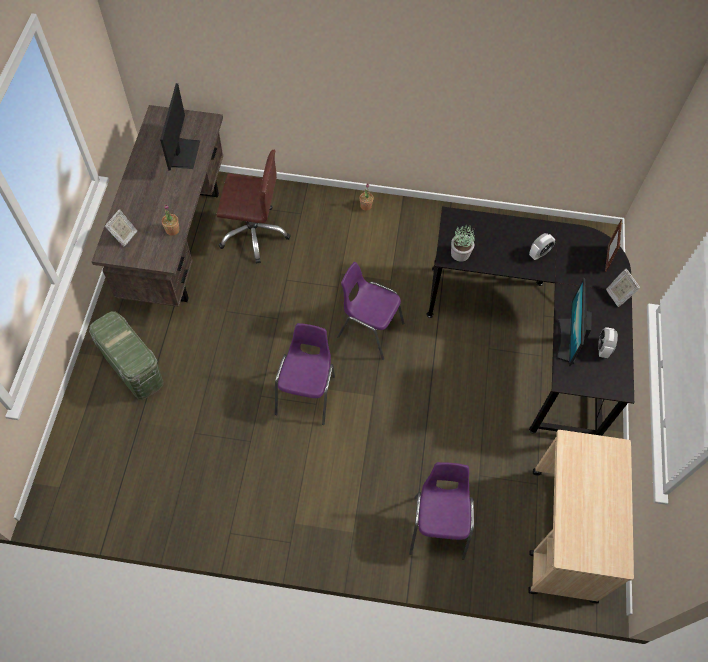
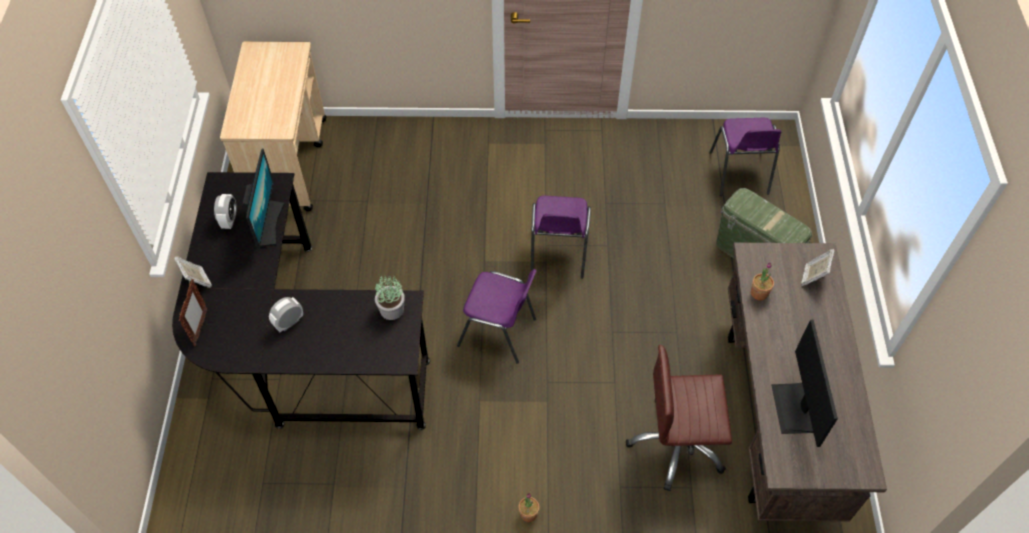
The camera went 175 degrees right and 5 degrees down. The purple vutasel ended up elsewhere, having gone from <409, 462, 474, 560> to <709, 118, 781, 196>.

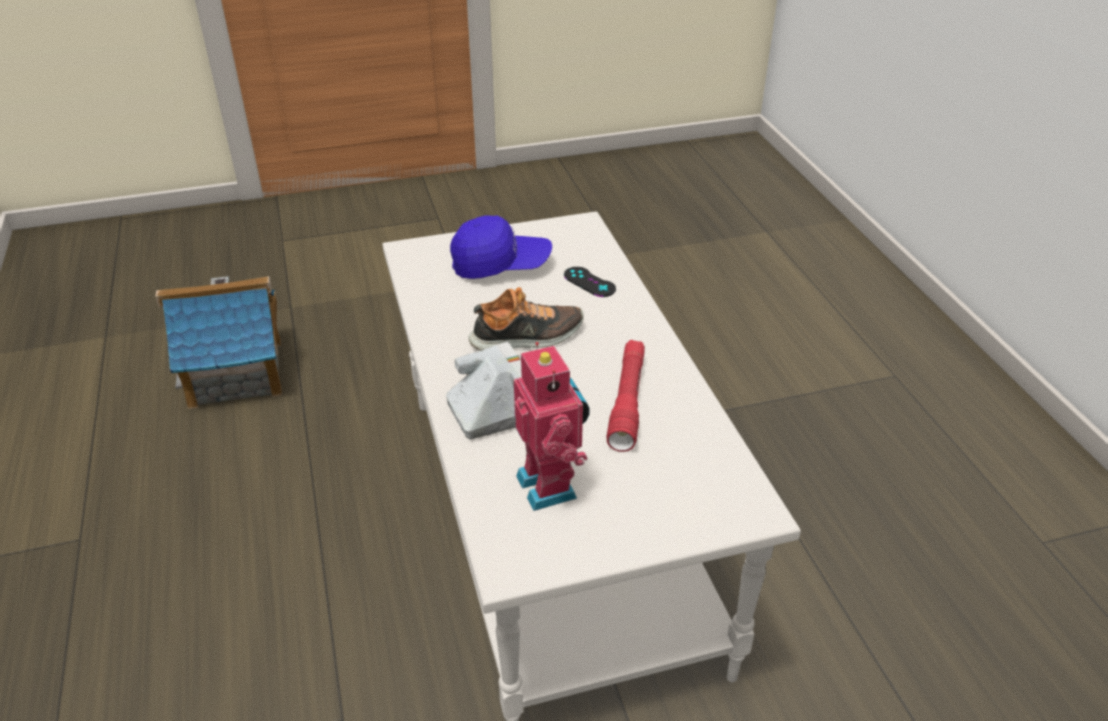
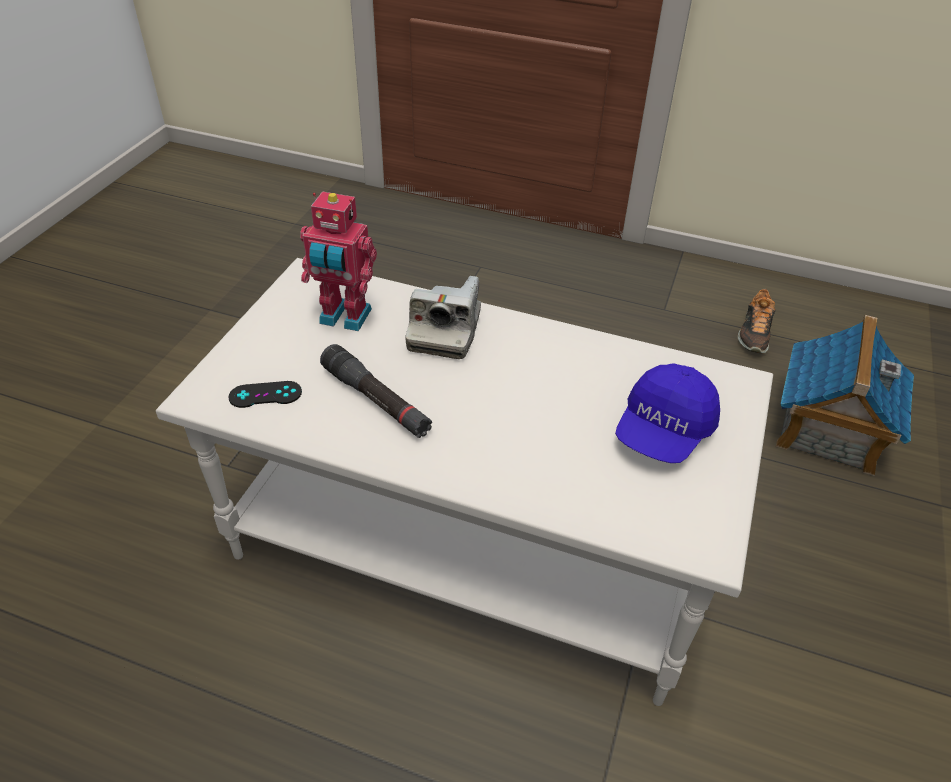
The camera went 125 degrees right and 5 degrees up. The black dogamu ended up elsewhere, having gone from <564, 267, 616, 297> to <228, 381, 302, 408>. What was the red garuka at <606, 340, 645, 452> turned into the black garuka at <320, 344, 432, 438>. The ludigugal ended up elsewhere, having gone from <468, 287, 584, 351> to <737, 289, 776, 354>.

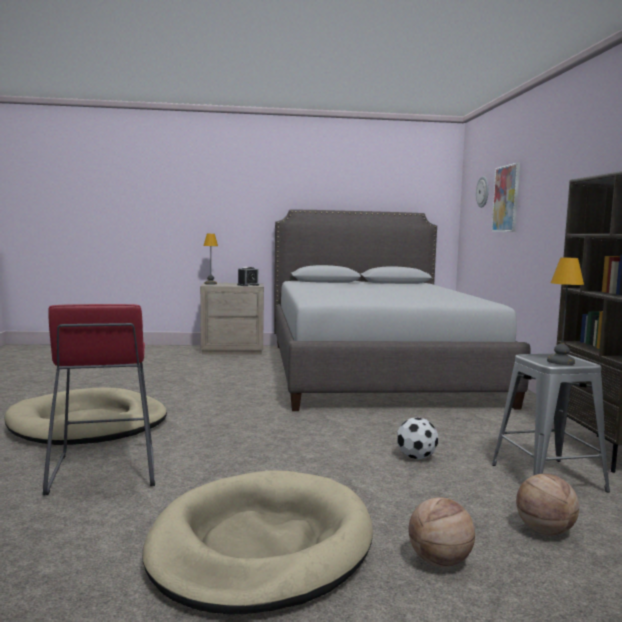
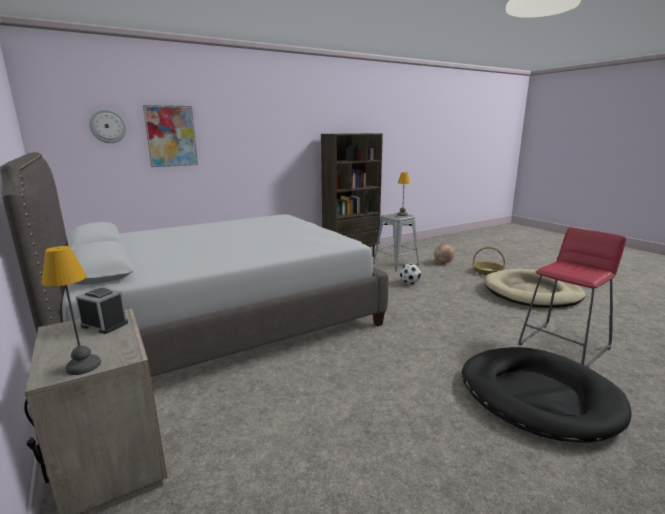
The camera went 115 degrees left and 10 degrees up. What was the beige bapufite at <4, 387, 167, 445> turned into the black bapufite at <461, 347, 632, 443>. Where the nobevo stood at <409, 497, 475, 567>, the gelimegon came to stand at <473, 247, 505, 275>.

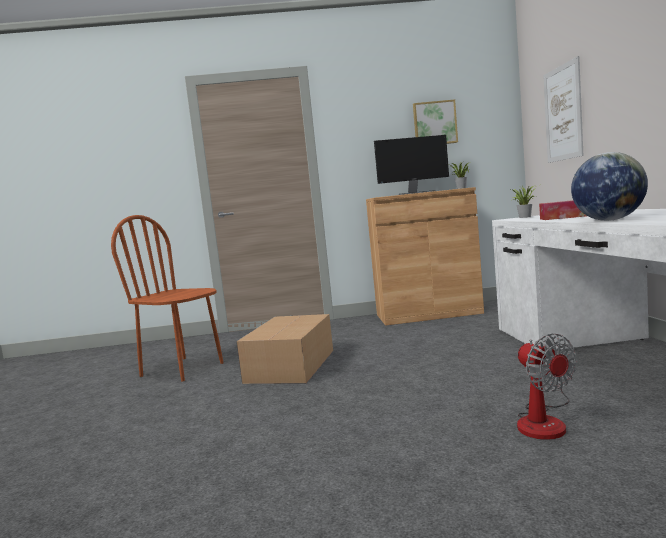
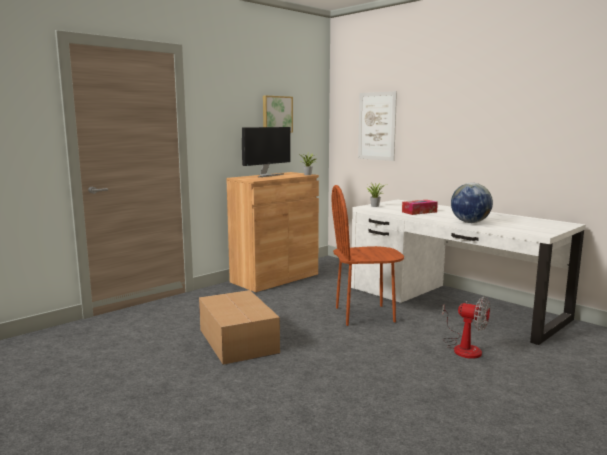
The camera went 40 degrees left and 5 degrees up. The brown vutasel ended up elsewhere, having gone from <111, 215, 224, 382> to <332, 185, 404, 326>.

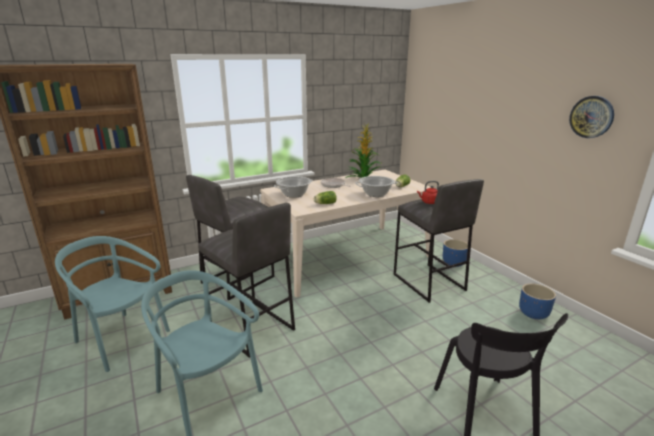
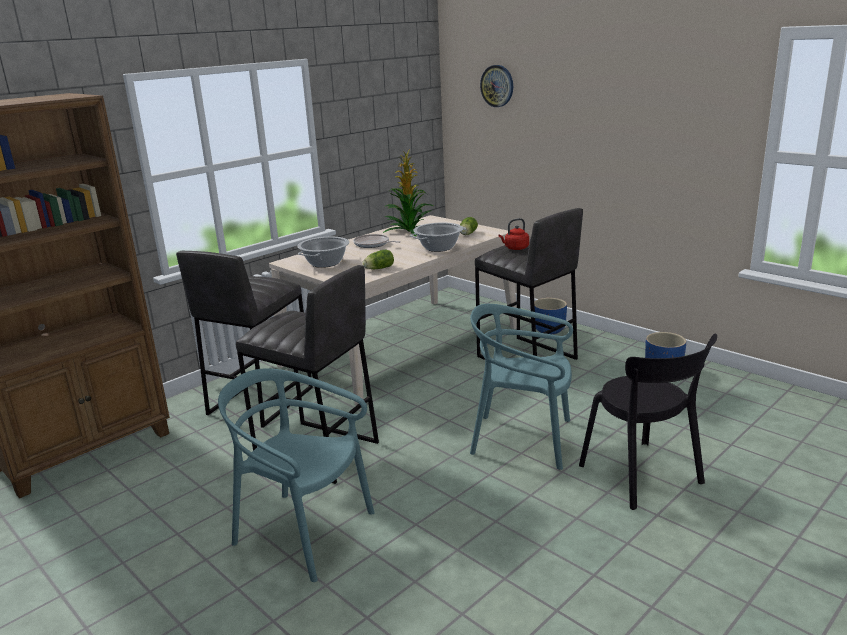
The camera went 15 degrees left and 0 degrees up. The turquoise vutasel ended up elsewhere, having gone from <55, 236, 170, 372> to <470, 304, 573, 470>. The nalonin ended up elsewhere, having gone from <569, 96, 614, 138> to <480, 65, 513, 107>.

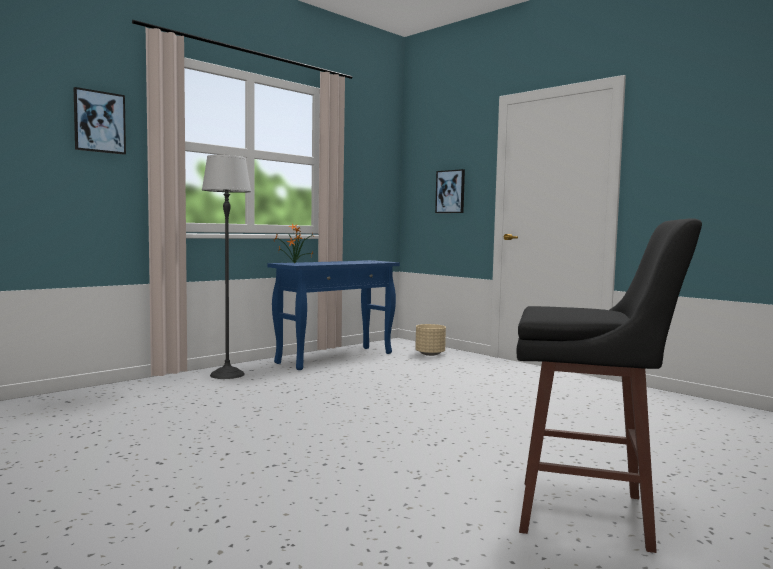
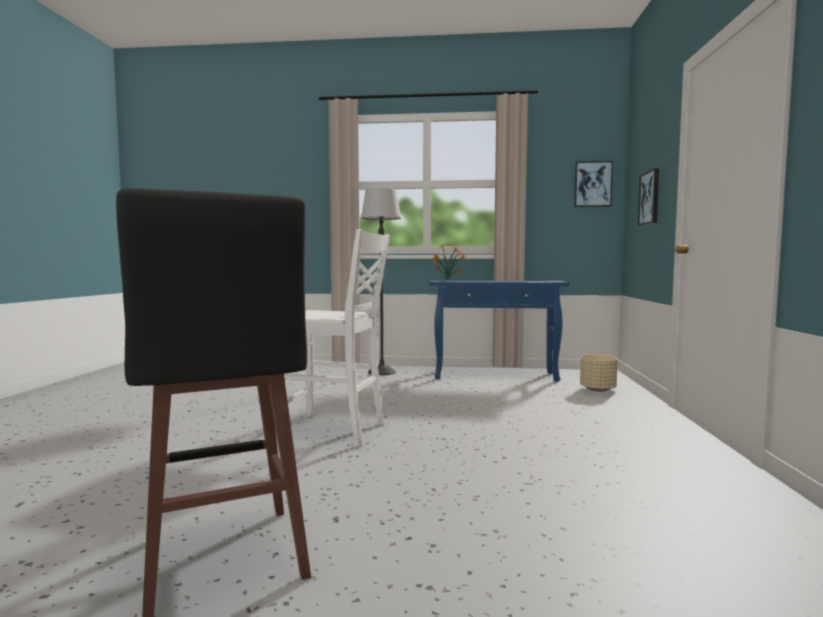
The camera went 50 degrees right and 0 degrees up. The second view gained the white vutasel at <276, 229, 390, 446>. The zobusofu ended up elsewhere, having gone from <74, 87, 126, 154> to <574, 161, 613, 207>.

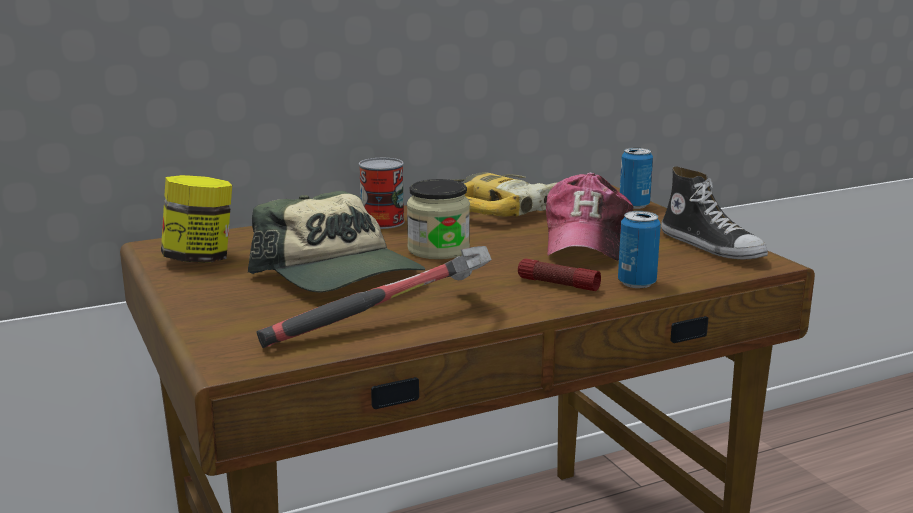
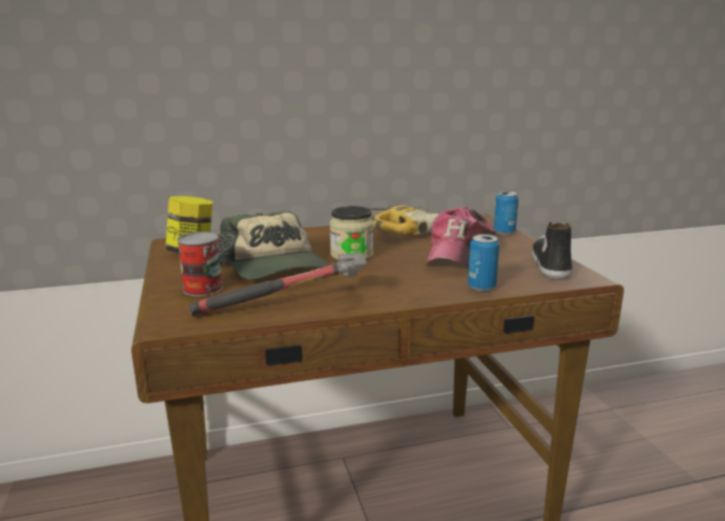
The camera went 10 degrees right and 0 degrees up. The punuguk ended up elsewhere, having gone from <359, 158, 405, 229> to <177, 232, 223, 296>. The ludigugal at <661, 166, 768, 259> ended up facing another way, 150 degrees counterclockwise from before. The second view lost the garuka at <518, 258, 601, 291>.

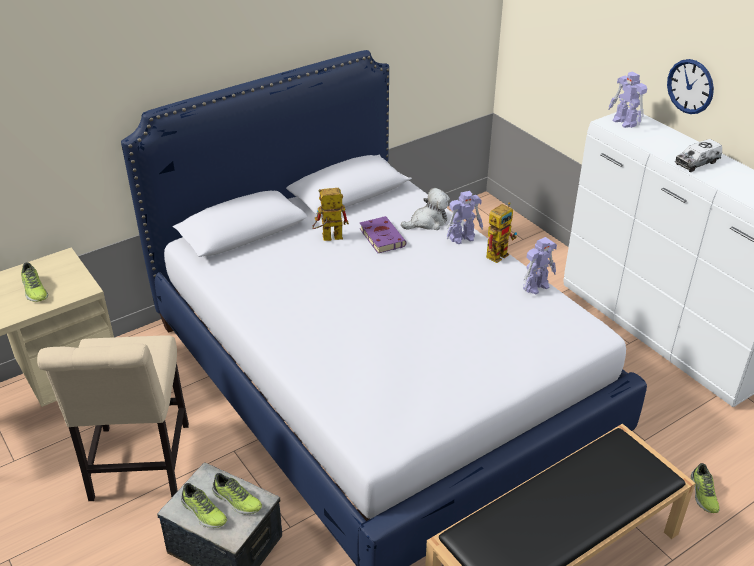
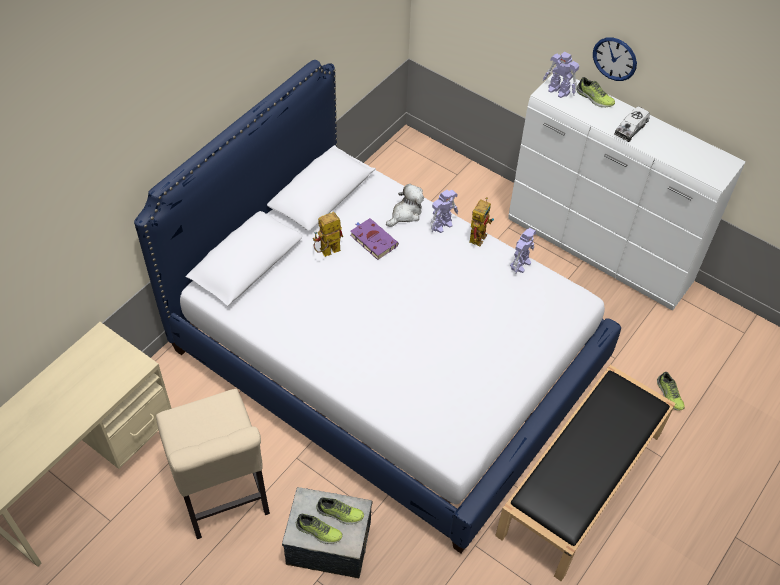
The camera went 20 degrees left and 15 degrees up. The ludigugal ended up elsewhere, having gone from <21, 262, 48, 302> to <576, 77, 615, 107>.

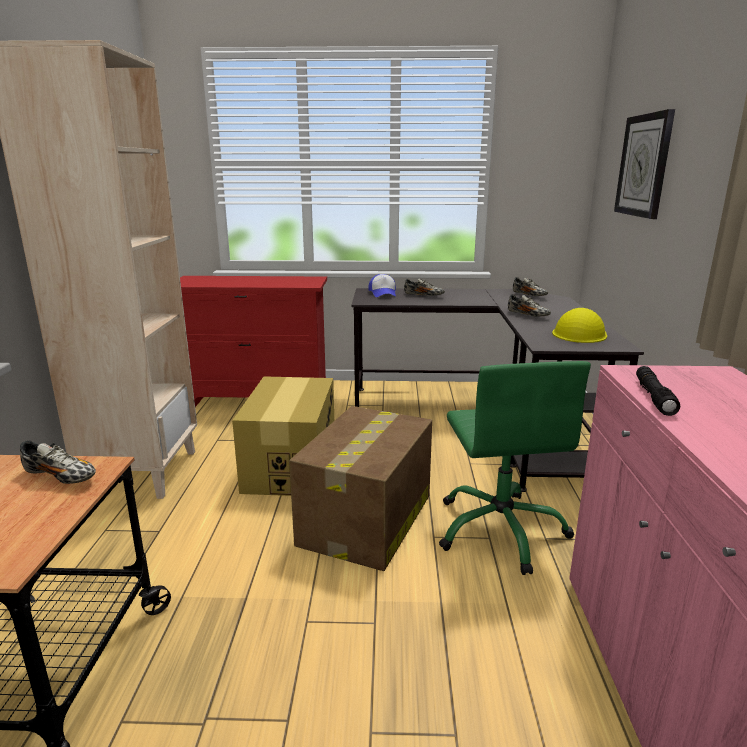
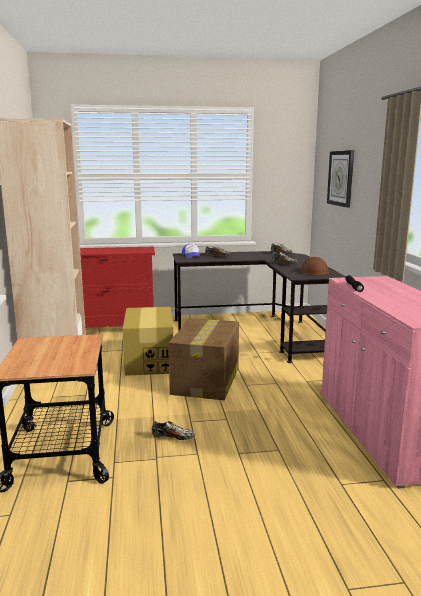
The camera went 10 degrees left and 5 degrees down. The ludigugal ended up elsewhere, having gone from <20, 440, 96, 484> to <152, 421, 194, 440>. What was the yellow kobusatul at <552, 308, 607, 343> turned into the brown kobusatul at <300, 257, 329, 275>. The second view lost the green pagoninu at <439, 361, 591, 575>.

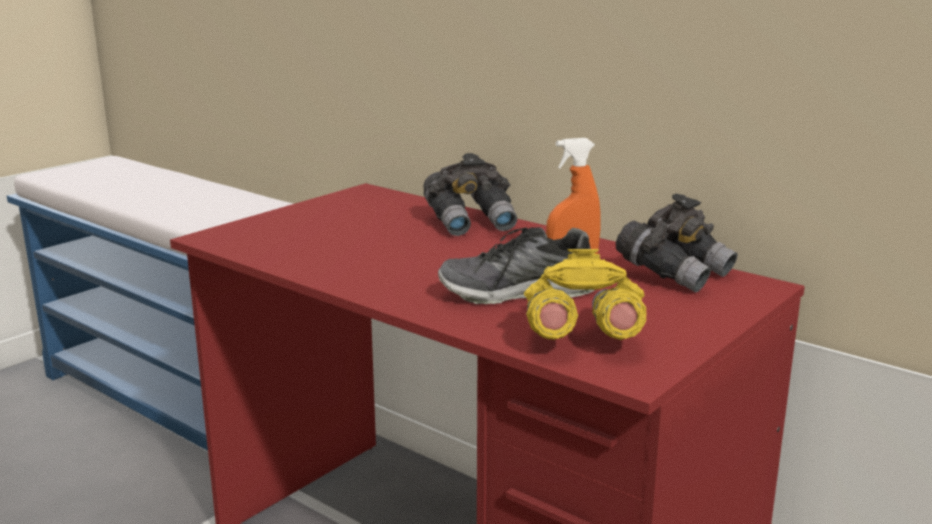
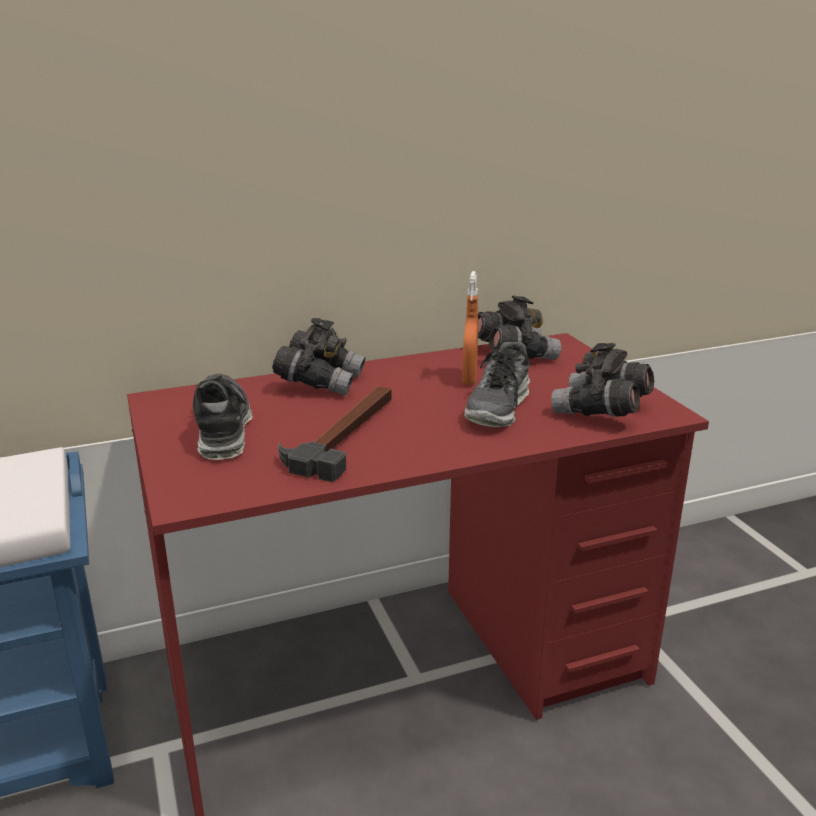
The camera went 60 degrees left and 5 degrees up. The second view gained the ludigugal at <193, 374, 253, 460>. The second view gained the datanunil at <278, 386, 392, 482>. What was the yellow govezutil at <524, 249, 647, 340> turned into the grey govezutil at <551, 343, 654, 417>.

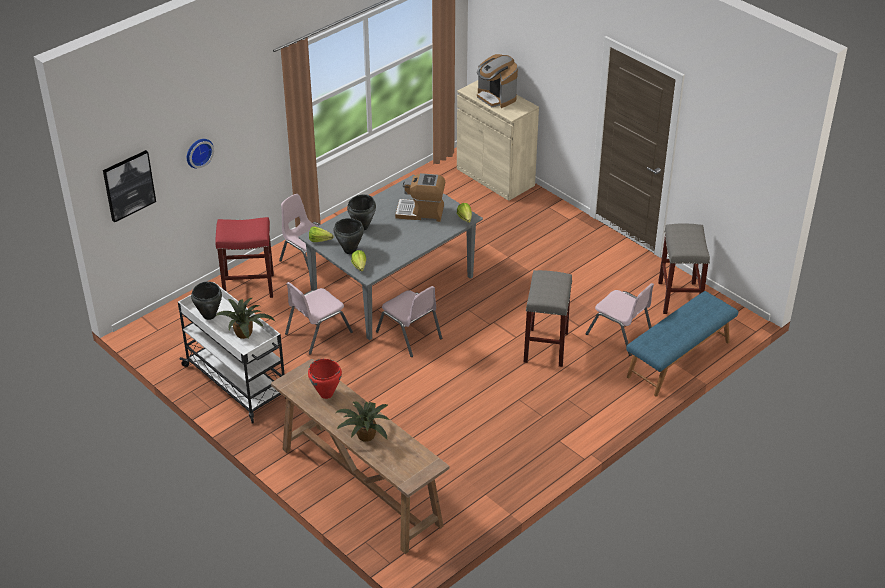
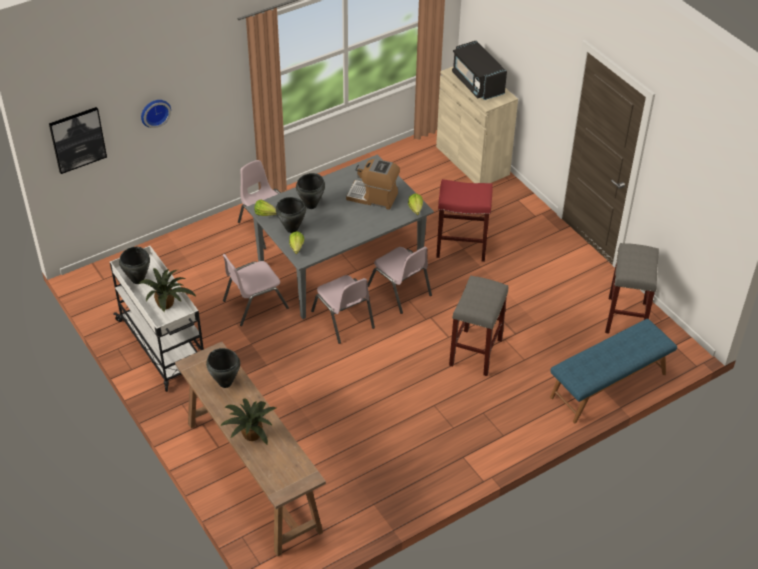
The camera went 10 degrees right and 5 degrees up. What was the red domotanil at <308, 359, 342, 399> turned into the black domotanil at <206, 348, 240, 388>. The pink vutasel ended up elsewhere, having gone from <586, 283, 654, 356> to <367, 247, 432, 314>. The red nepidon ended up elsewhere, having gone from <216, 217, 274, 298> to <436, 179, 493, 262>. Where the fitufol stood at <477, 54, 518, 108>, the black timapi came to stand at <452, 41, 507, 100>.

